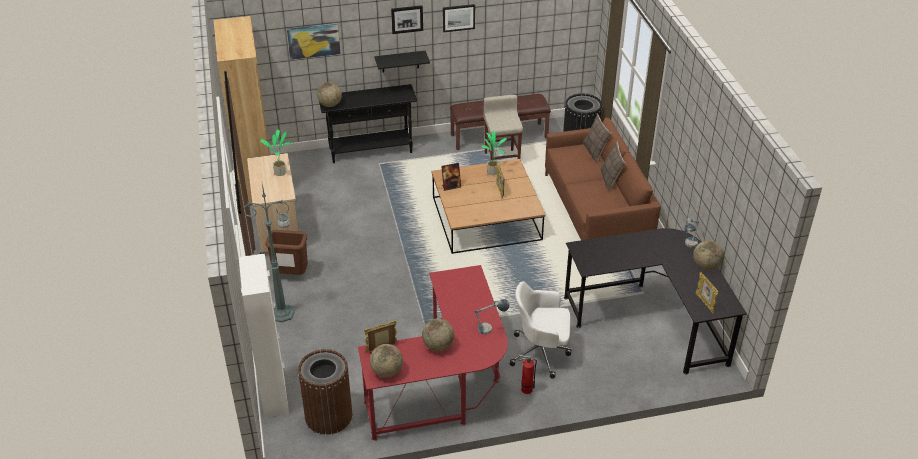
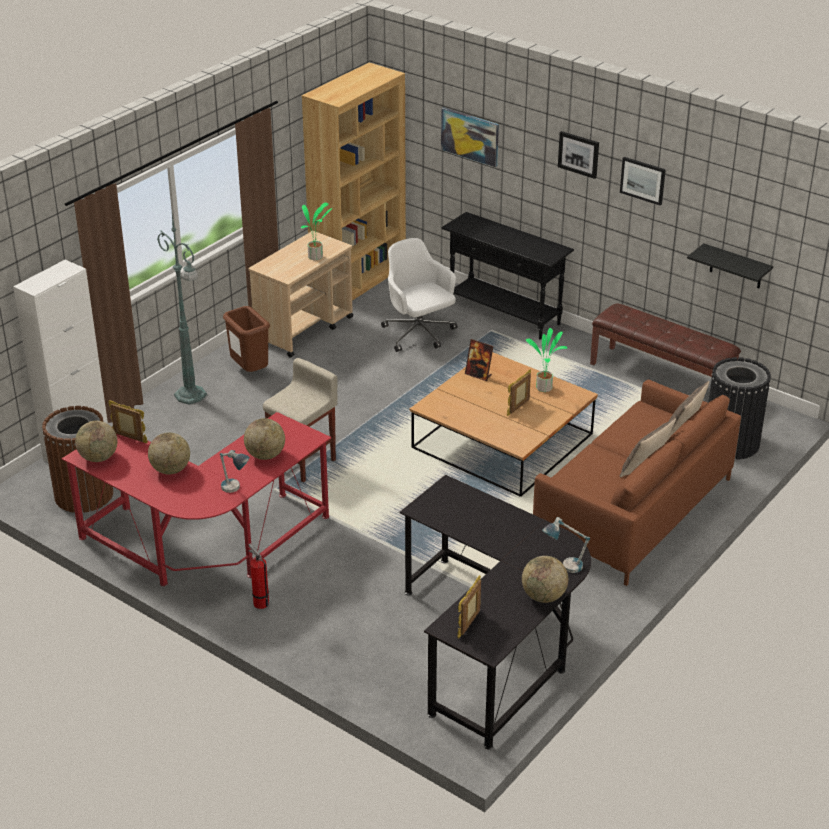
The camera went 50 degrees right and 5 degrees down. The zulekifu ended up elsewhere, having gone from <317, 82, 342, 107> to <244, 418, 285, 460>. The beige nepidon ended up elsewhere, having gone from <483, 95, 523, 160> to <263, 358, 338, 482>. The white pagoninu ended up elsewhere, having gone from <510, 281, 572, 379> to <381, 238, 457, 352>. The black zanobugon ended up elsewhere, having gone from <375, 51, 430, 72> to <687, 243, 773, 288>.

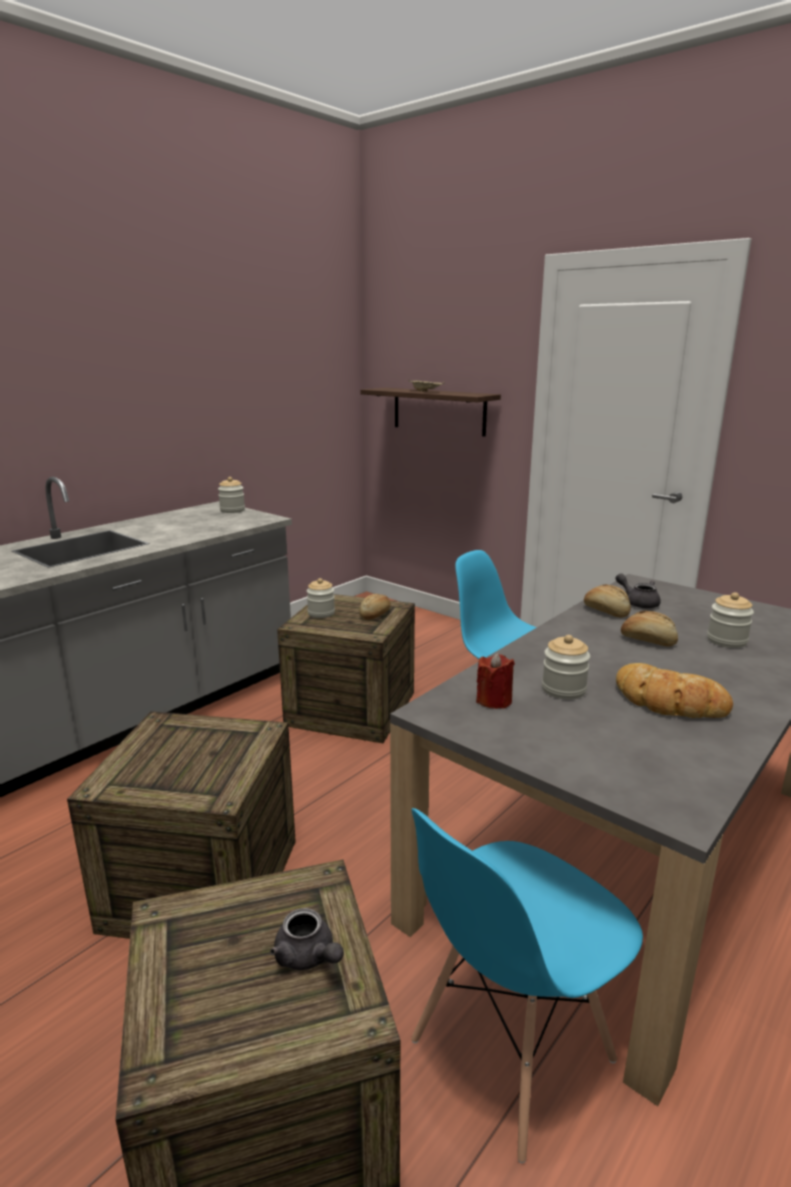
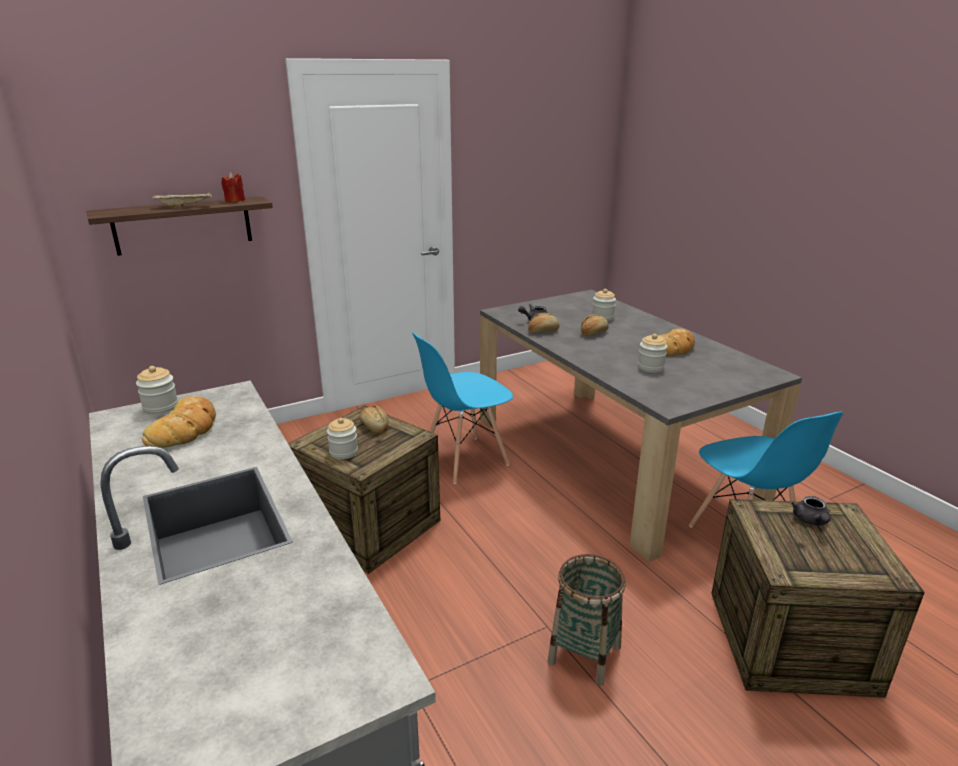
The camera went 70 degrees left and 5 degrees up. The second view gained the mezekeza at <142, 396, 216, 448>. The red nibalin ended up elsewhere, having gone from <476, 653, 515, 709> to <221, 172, 245, 202>. Where the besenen stood at <67, 711, 296, 939>, the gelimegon came to stand at <548, 554, 626, 686>. The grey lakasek at <270, 908, 344, 970> ended up facing another way, 120 degrees clockwise from before.

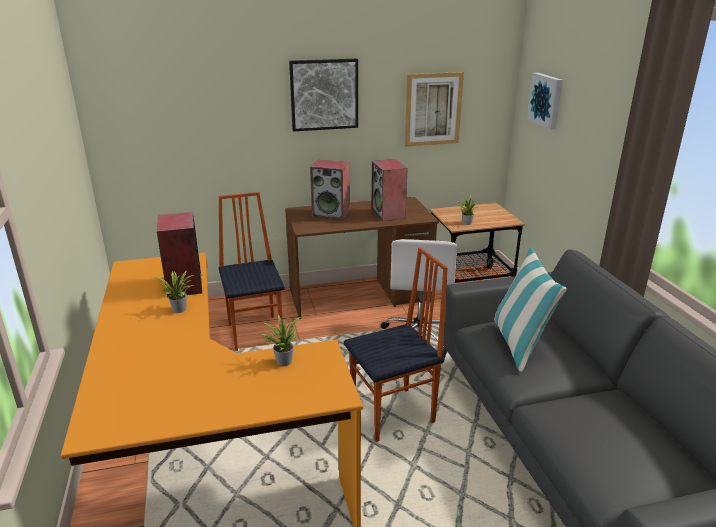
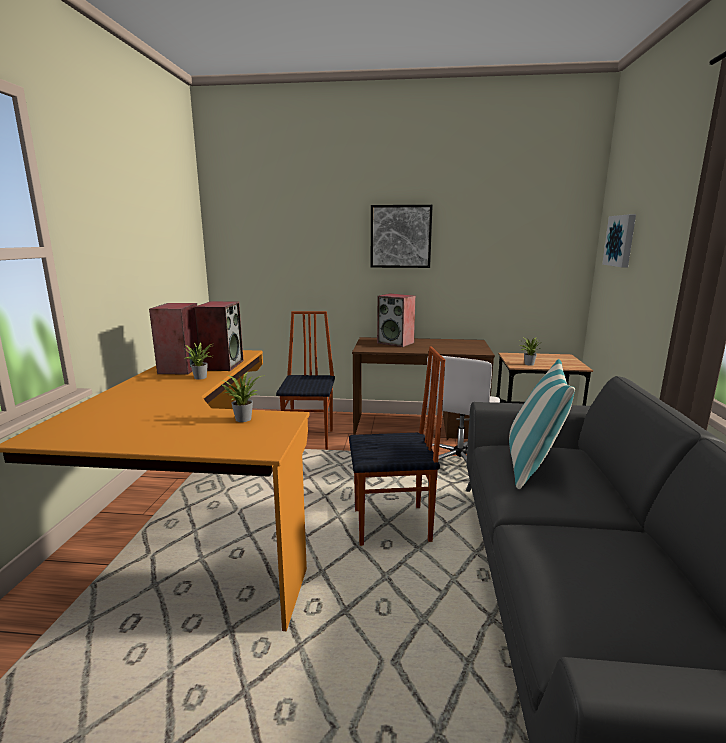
The camera went 20 degrees right and 10 degrees down. The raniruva ended up elsewhere, having gone from <371, 159, 408, 222> to <149, 303, 198, 374>. The second view lost the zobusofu at <405, 72, 464, 147>.

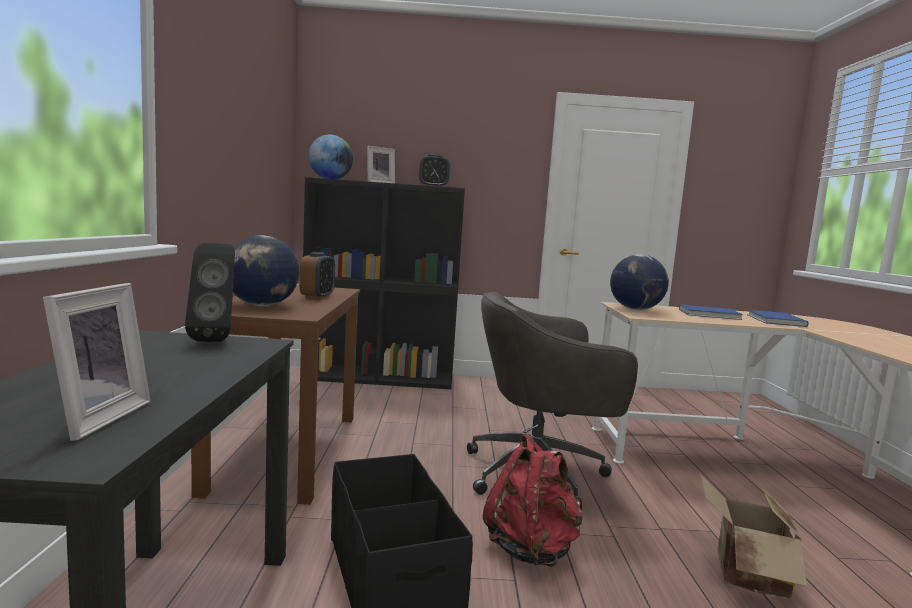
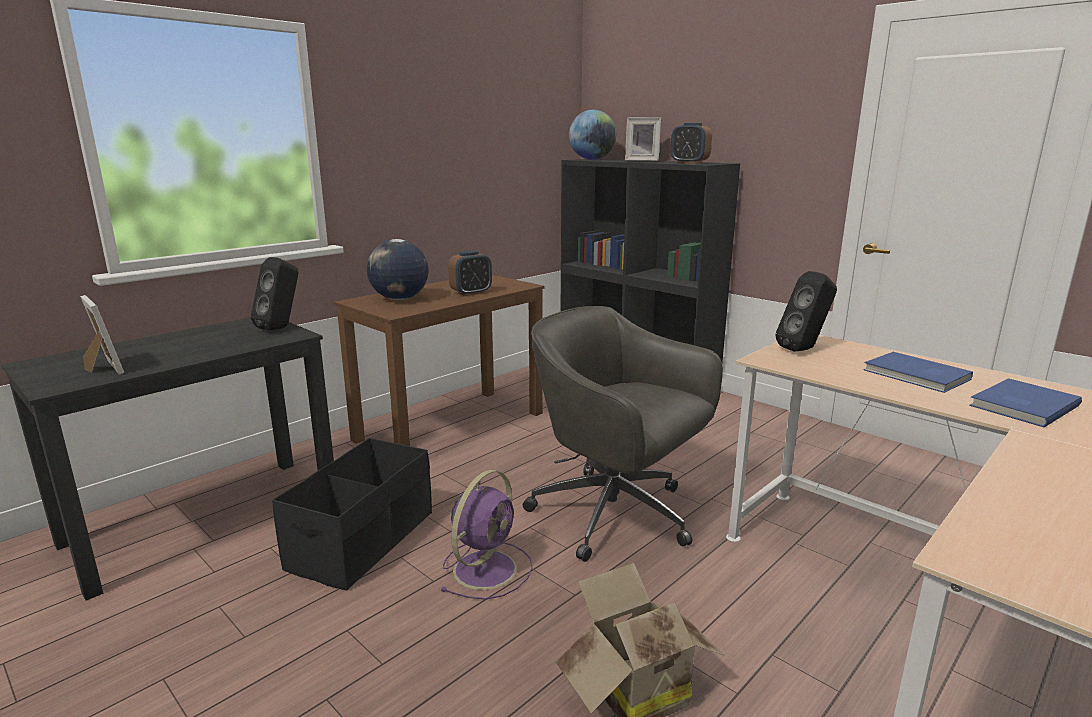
The camera went 45 degrees right and 10 degrees up. The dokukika at <43, 283, 151, 441> ended up facing another way, 90 degrees counterclockwise from before. Where the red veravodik stood at <483, 433, 583, 567>, the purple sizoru came to stand at <440, 470, 533, 600>. Where the zulekifu stood at <610, 255, 669, 310>, the black raniruva came to stand at <775, 271, 837, 352>.

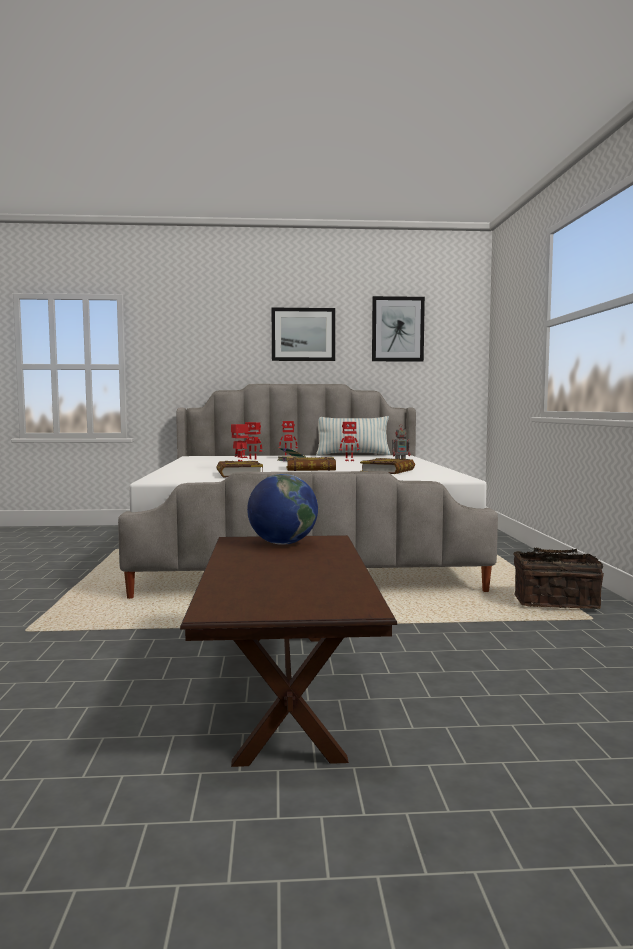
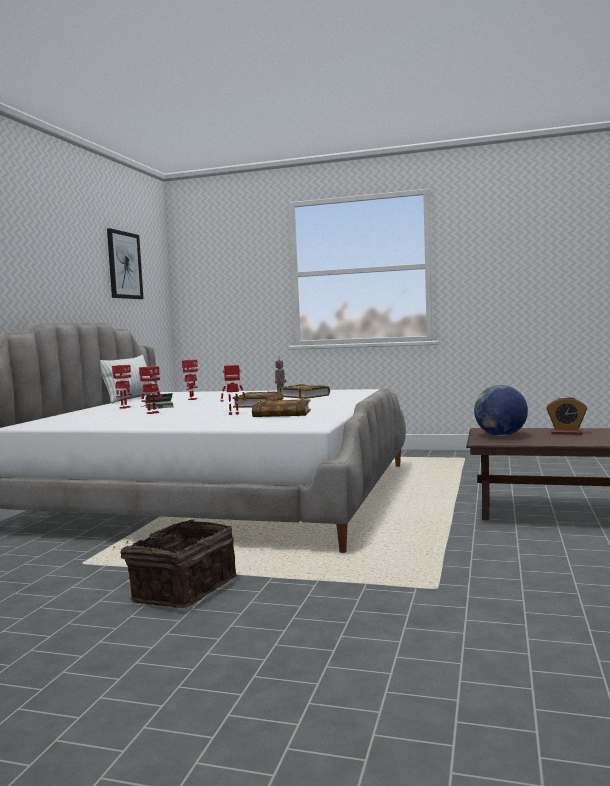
The camera went 70 degrees left and 0 degrees up. The gelimegon ended up elsewhere, having gone from <514, 547, 604, 609> to <114, 519, 236, 608>. The second view gained the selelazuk at <546, 396, 587, 435>. The second view lost the zobusofu at <272, 308, 335, 361>.

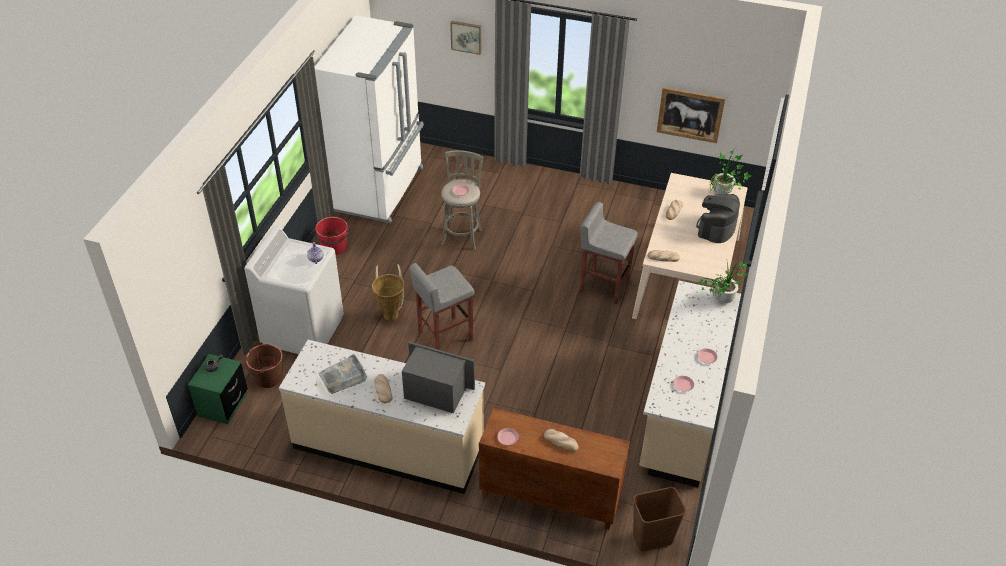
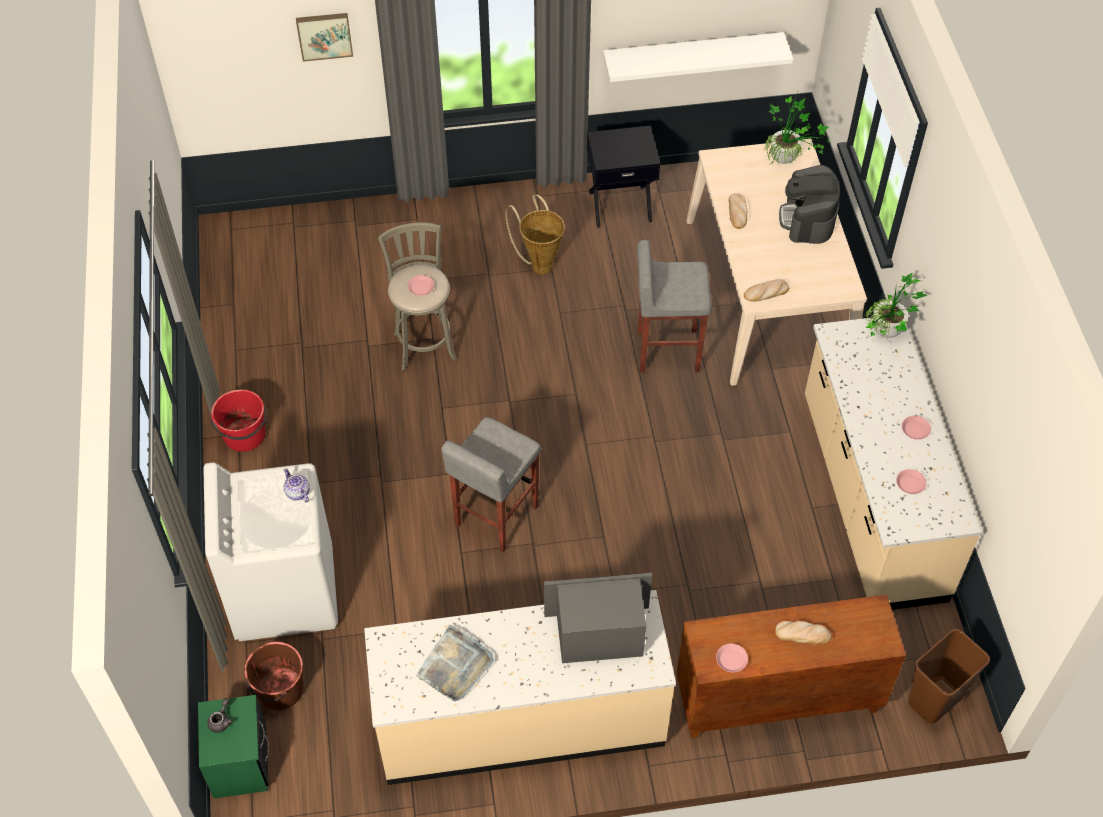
The camera went 25 degrees left and 10 degrees up. The gelimegon ended up elsewhere, having gone from <372, 264, 404, 321> to <505, 194, 565, 275>. The second view gained the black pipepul at <587, 126, 660, 228>. Where the zobusofu hung at <657, 87, 725, 143>, the white zanobugon came to hang at <603, 32, 793, 82>. The second view lost the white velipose at <314, 16, 424, 223>. The second view lost the mezekeza at <374, 374, 392, 403>.

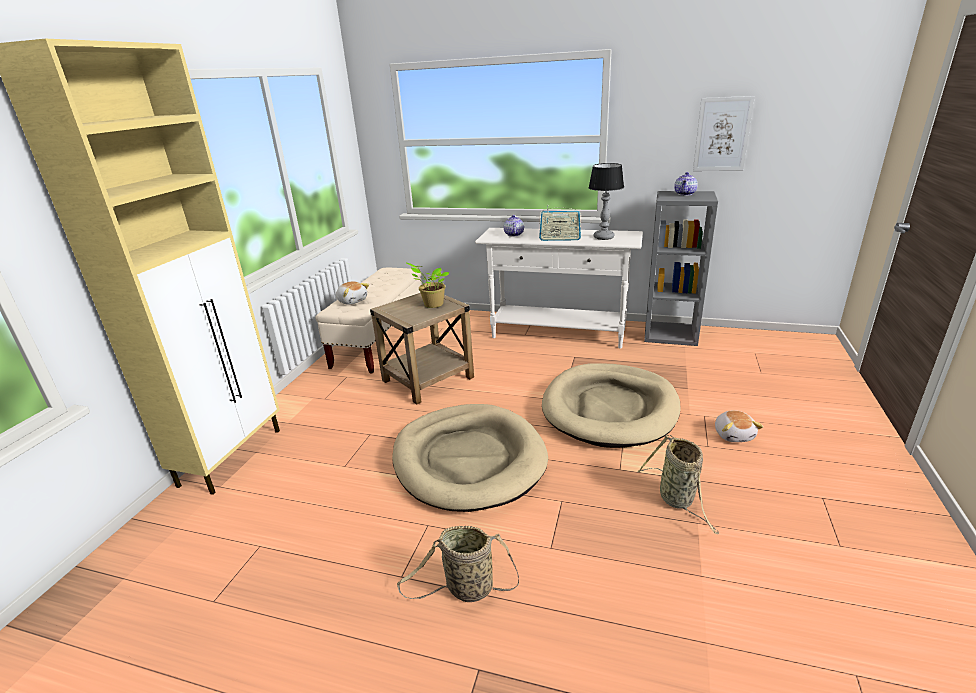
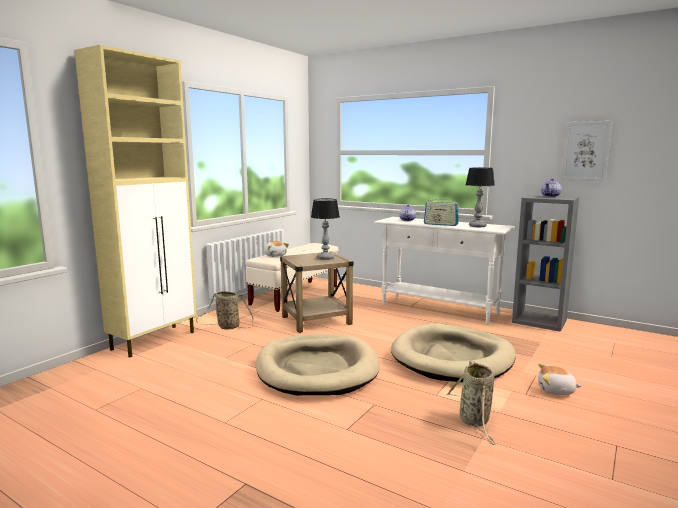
The camera went 15 degrees right and 15 degrees down. The gelimegon ended up elsewhere, having gone from <397, 526, 519, 602> to <196, 291, 253, 329>. Where the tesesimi stood at <407, 263, 449, 308>, the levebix came to stand at <311, 198, 340, 260>. The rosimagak at <715, 411, 764, 442> ended up facing another way, 90 degrees clockwise from before.

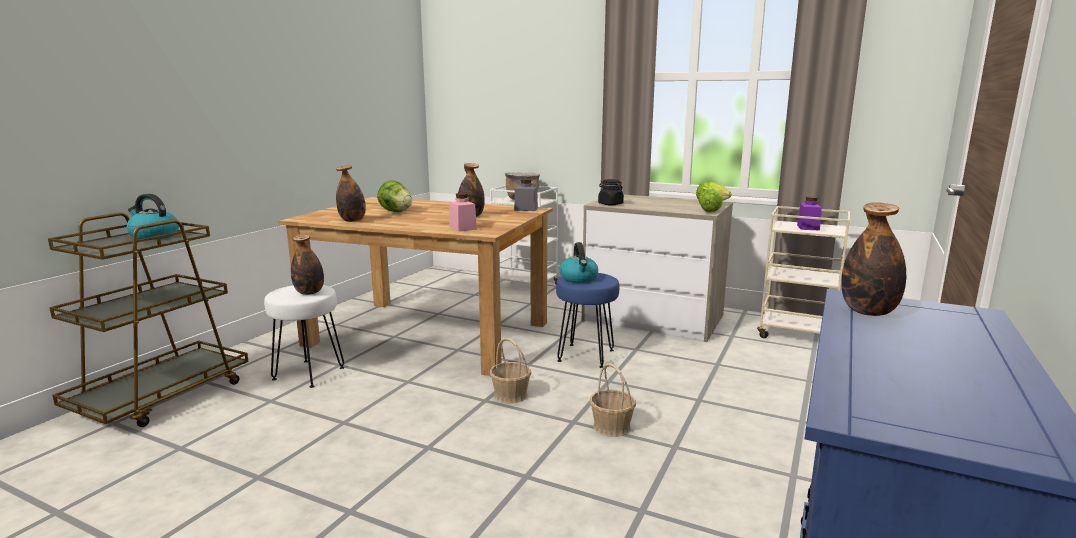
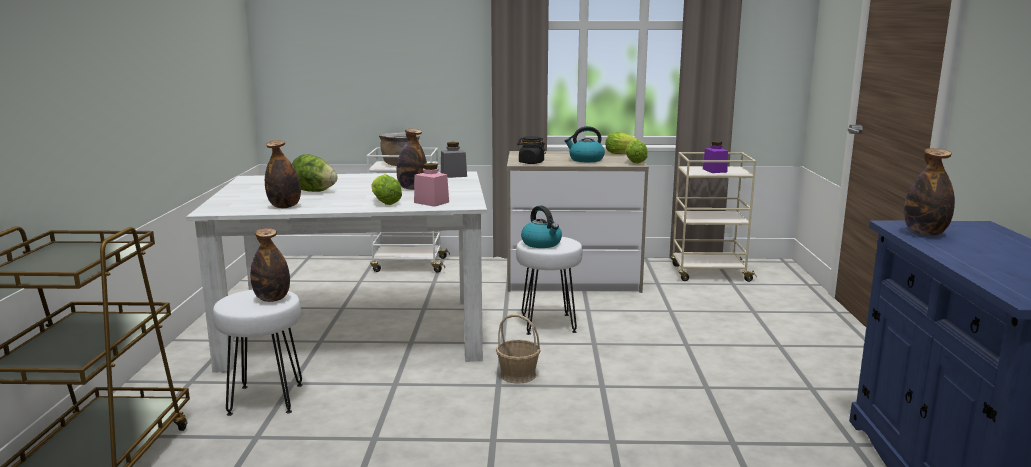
The camera went 25 degrees left and 0 degrees up. What was the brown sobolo at <278, 197, 553, 376> turned into the white sobolo at <186, 171, 487, 373>. The second view gained the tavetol at <371, 174, 402, 205>. What was the blue nepidon at <556, 273, 619, 368> turned into the white nepidon at <516, 237, 582, 335>. The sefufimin ended up elsewhere, having gone from <127, 194, 179, 240> to <564, 126, 605, 162>. The second view lost the gelimegon at <590, 363, 636, 437>.

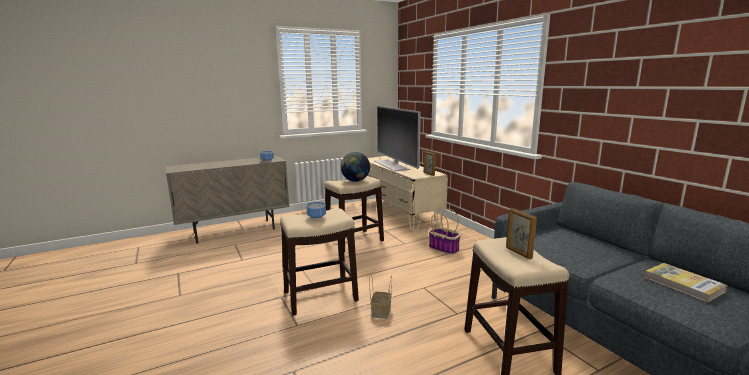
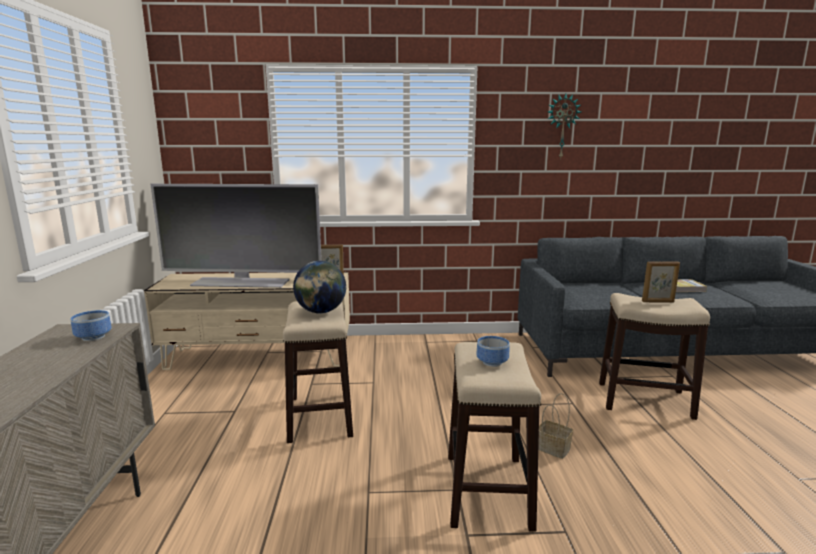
The camera went 65 degrees left and 0 degrees up. The second view gained the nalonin at <548, 94, 581, 159>. The second view lost the gelimegon at <429, 209, 461, 255>.

